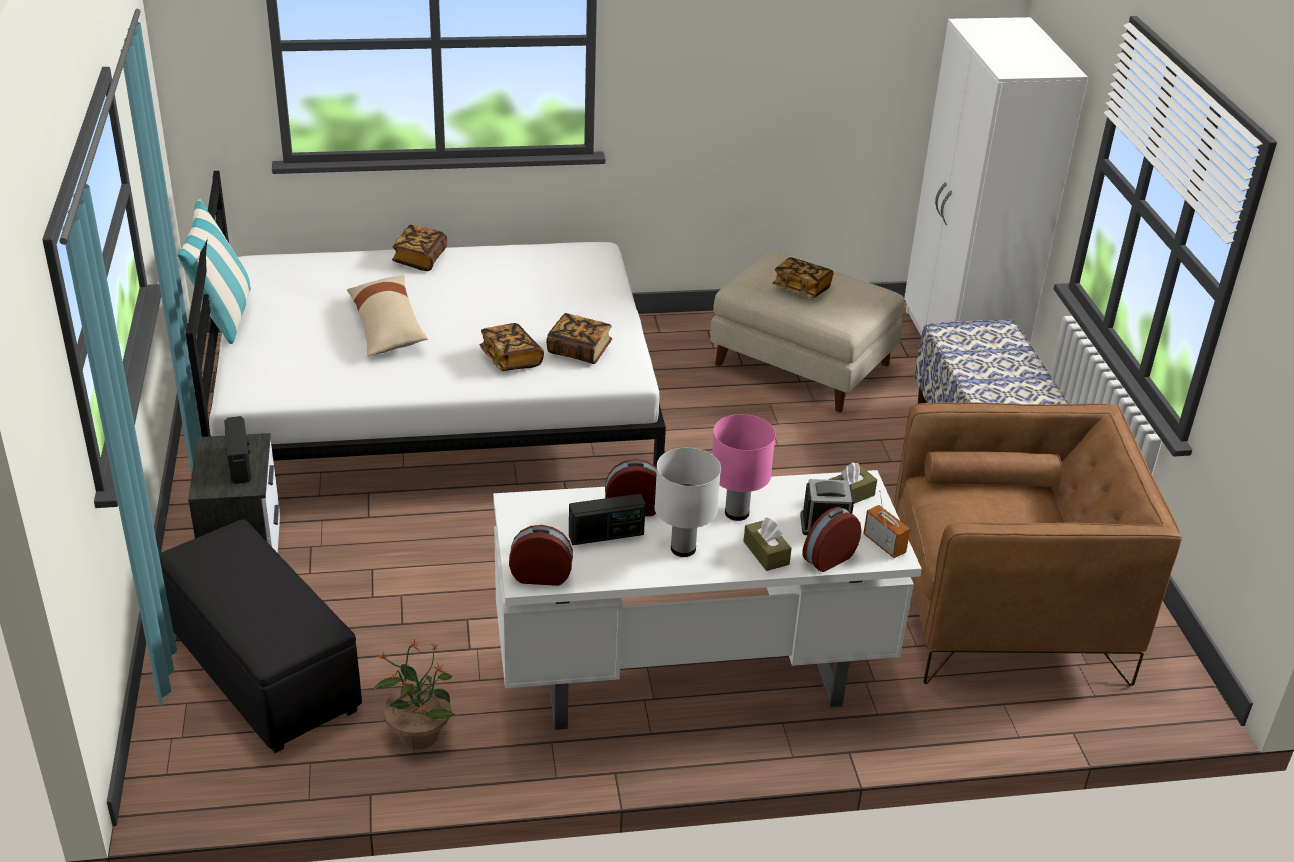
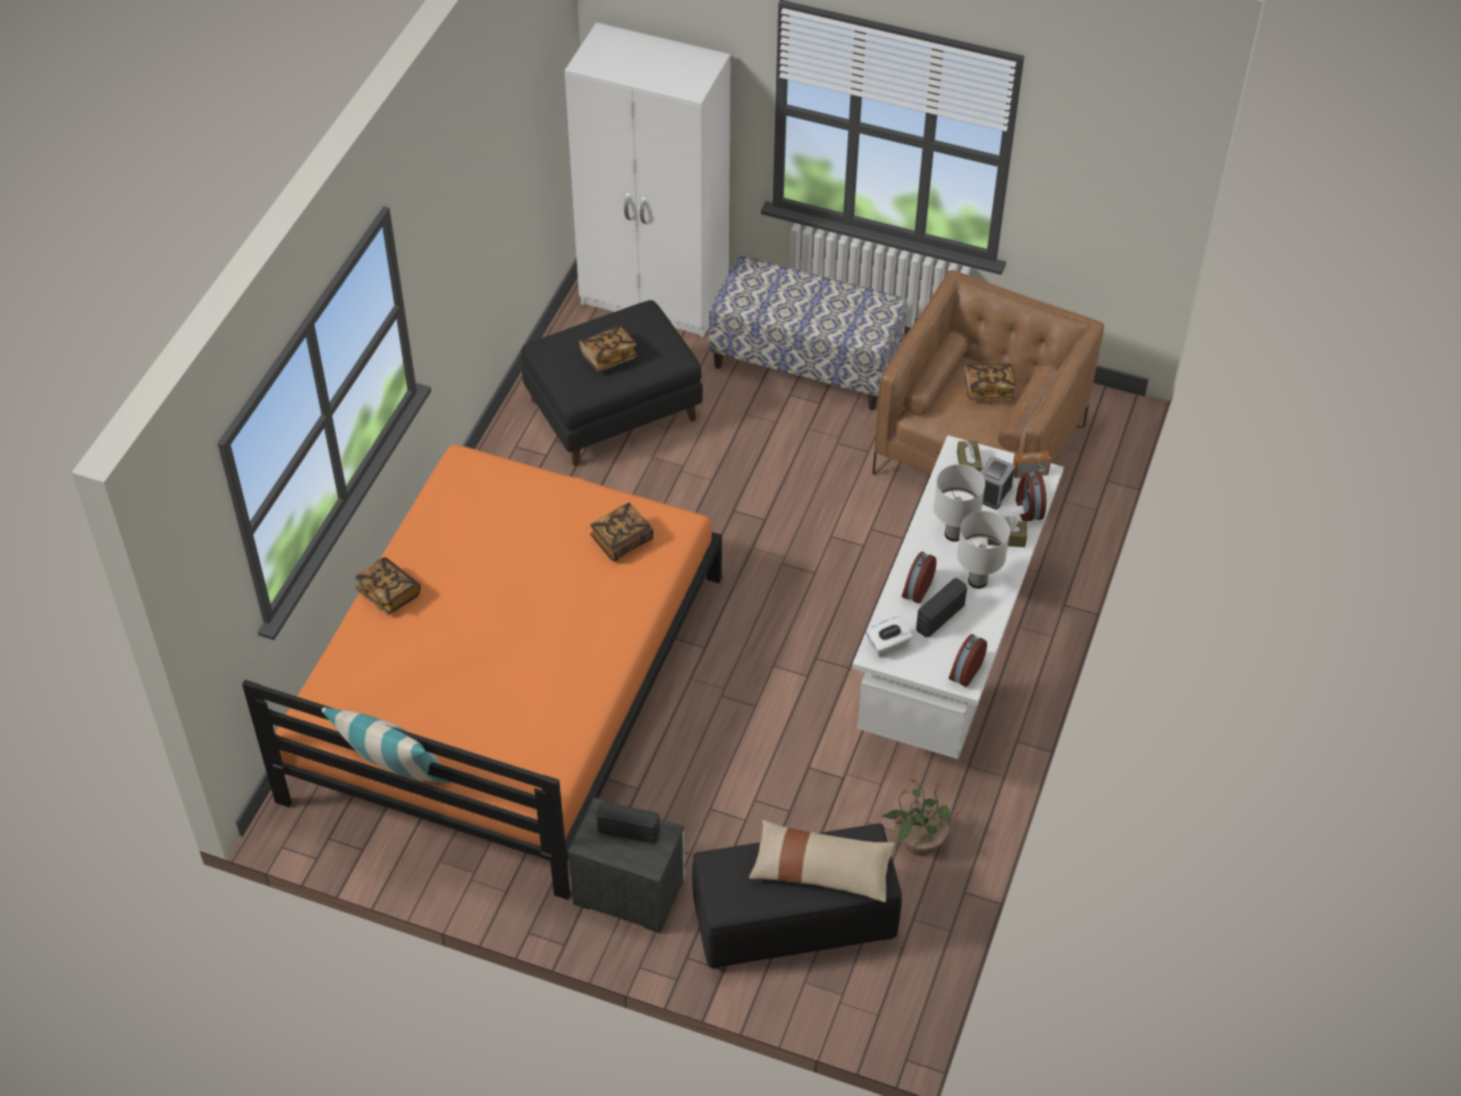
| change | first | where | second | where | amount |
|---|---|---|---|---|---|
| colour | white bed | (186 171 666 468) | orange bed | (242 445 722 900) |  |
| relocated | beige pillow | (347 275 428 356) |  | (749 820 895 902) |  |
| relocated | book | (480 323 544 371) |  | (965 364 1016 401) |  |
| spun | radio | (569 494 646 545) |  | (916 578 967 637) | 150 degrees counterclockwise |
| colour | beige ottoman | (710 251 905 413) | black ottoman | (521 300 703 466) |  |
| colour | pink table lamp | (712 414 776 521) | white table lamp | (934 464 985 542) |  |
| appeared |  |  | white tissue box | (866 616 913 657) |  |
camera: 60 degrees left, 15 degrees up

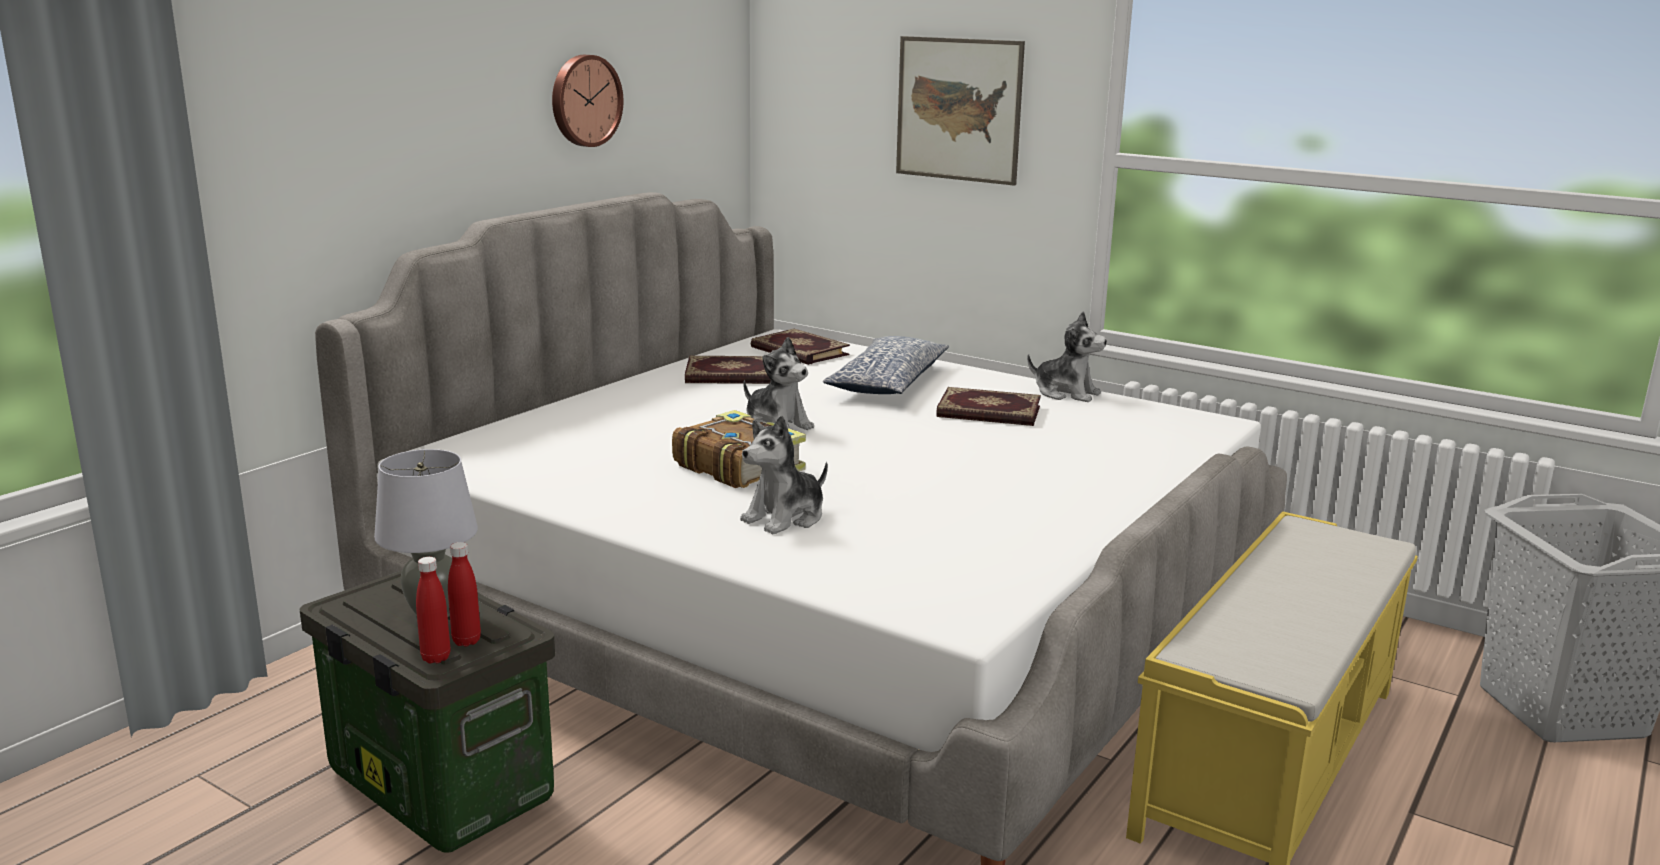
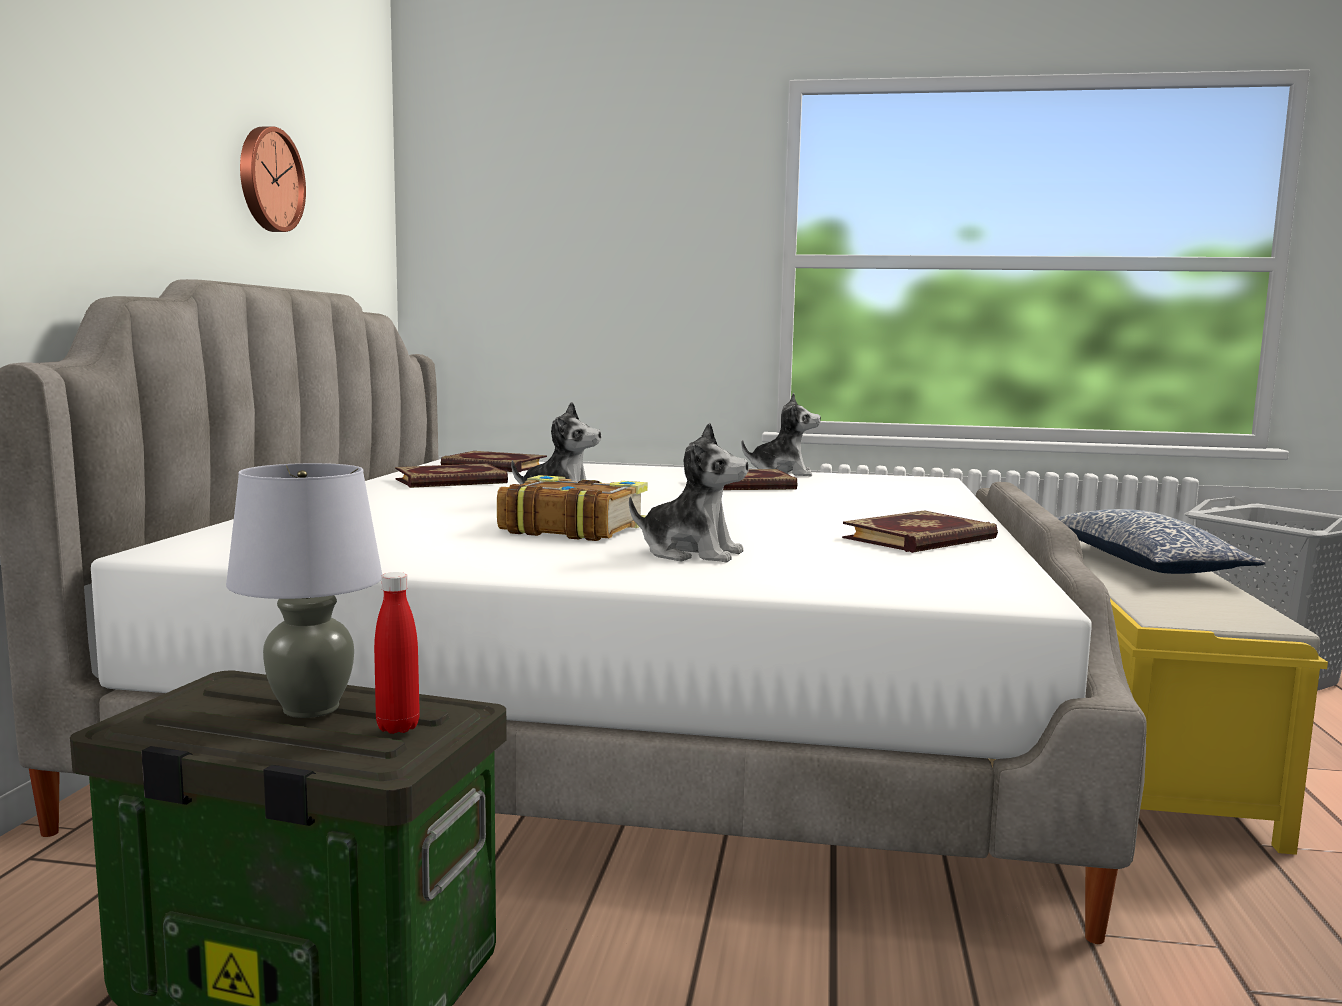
| change | first | where | second | where | amount |
|---|---|---|---|---|---|
| missing | red bottle | (416 557 450 664) |  |  |  |
| spun | plush toy | (740 416 828 535) |  | (629 422 749 563) | 90 degrees counterclockwise |
| relocated | pillow | (823 336 949 394) |  | (1056 509 1265 574) |  |
| missing | picture | (896 36 1025 186) |  |  |  |
| appeared |  |  | book | (842 510 998 553) |  |
camera: 25 degrees left, 10 degrees down

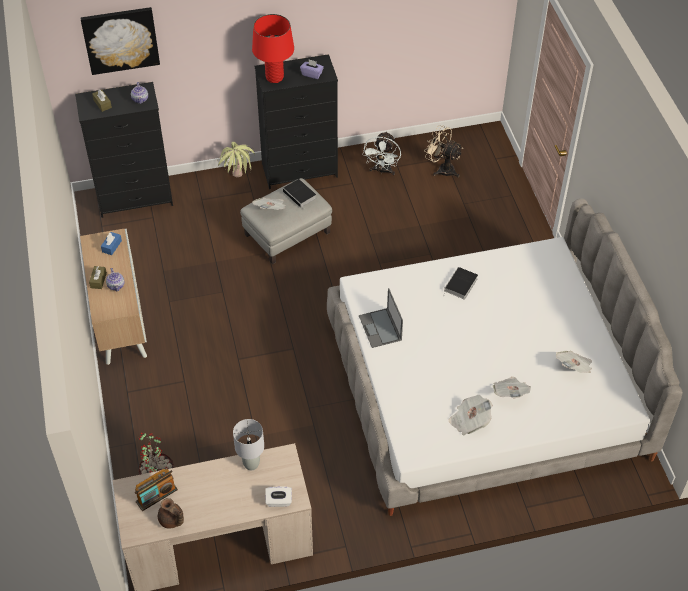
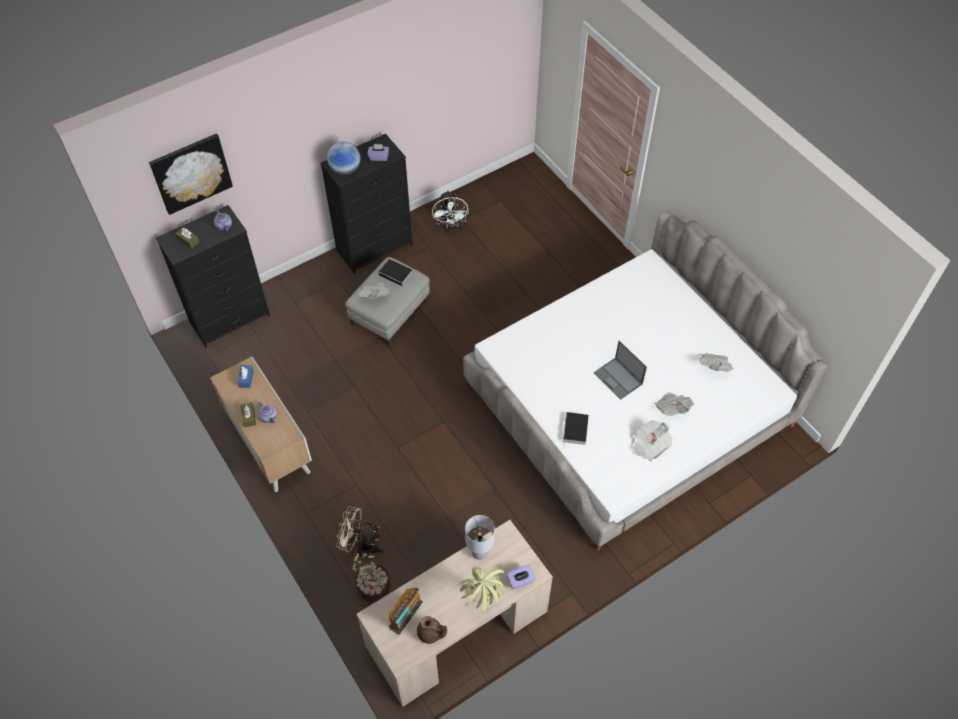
| change | first | where | second | where | amount |
|---|---|---|---|---|---|
| relocated | potted plant | (217 142 255 177) |  | (459 565 504 613) |  |
| exchanged | red table lamp | (252 14 294 83) | globe | (327 142 360 175) |  |
| colour | white tissue box | (265 487 292 507) | purple tissue box | (507 565 536 589) |  |
| relocated | laptop | (359 288 403 348) |  | (594 340 647 400) |  |
| relocated | beige fan | (424 125 463 178) |  | (336 506 383 560) |  |
| relocated | book | (443 267 478 300) |  | (563 412 589 448) |  |
camera: 20 degrees left, 5 degrees up

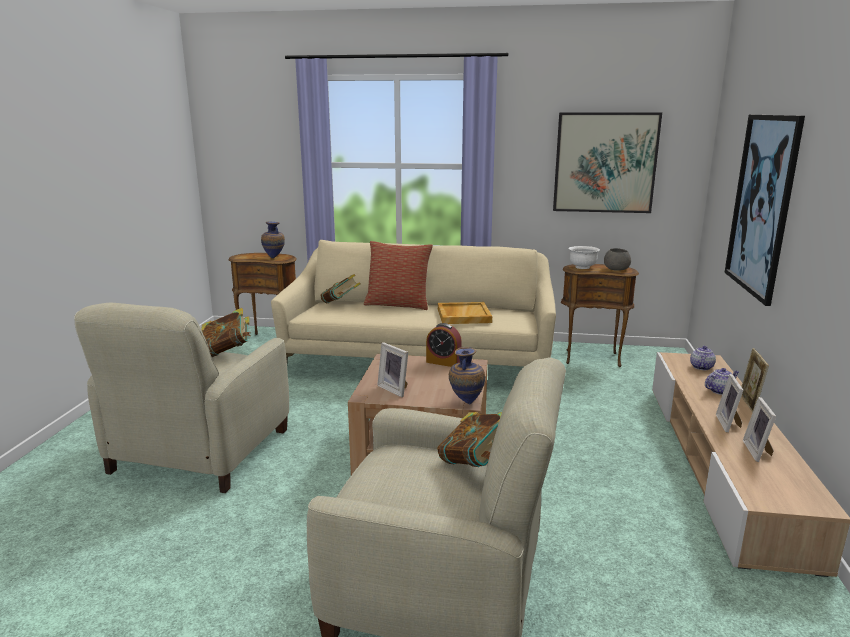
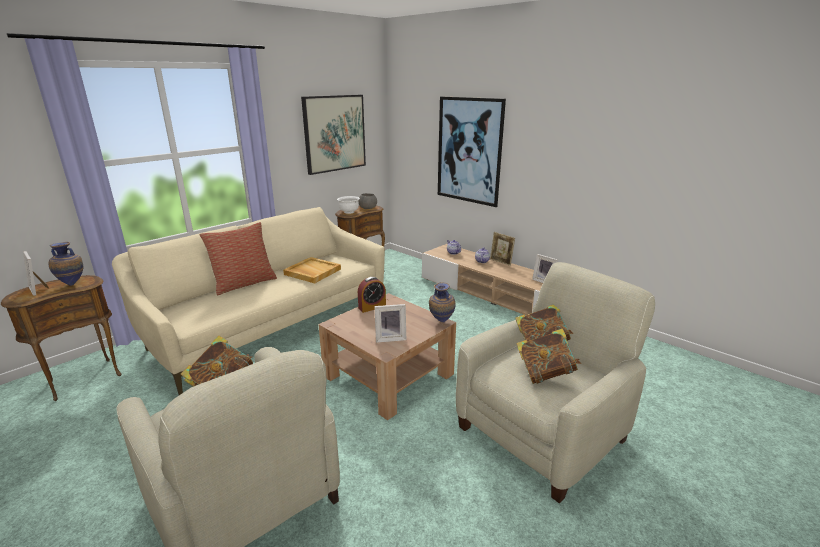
| change | first | where | second | where | amount |
|---|---|---|---|---|---|
| relocated | book | (320 274 361 304) |  | (516 328 581 384) |  |
| relocated | picture frame | (716 374 743 433) |  | (23 251 49 296) |  |
camera: 55 degrees left, 5 degrees up

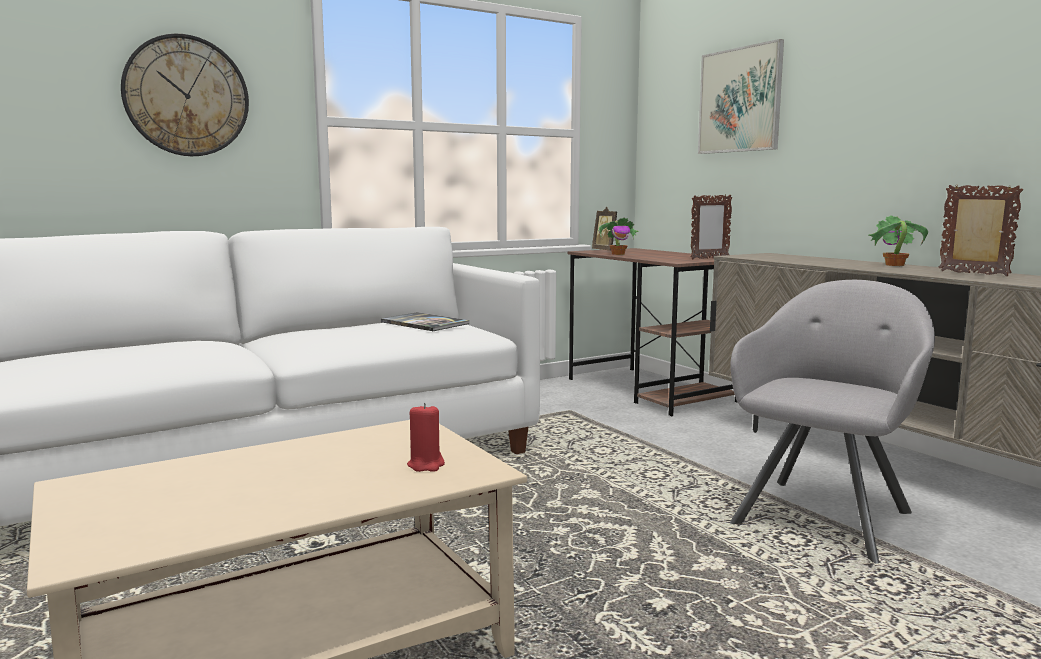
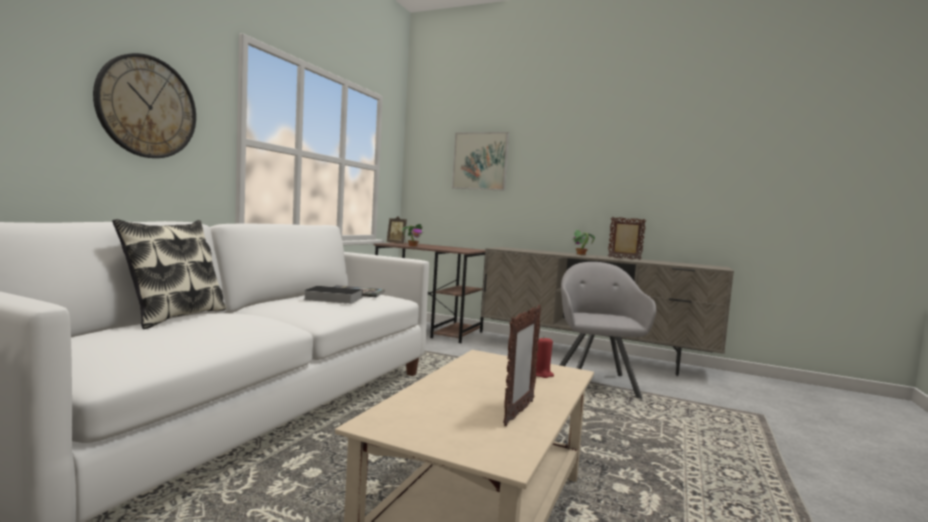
| change | first | where | second | where | amount |
|---|---|---|---|---|---|
| relocated | picture frame | (690 194 733 259) |  | (503 305 541 426) |  |
| appeared |  |  | pillow | (112 219 226 329) |  |
| appeared |  |  | book | (303 286 363 304) |  |
camera: 35 degrees left, 5 degrees down

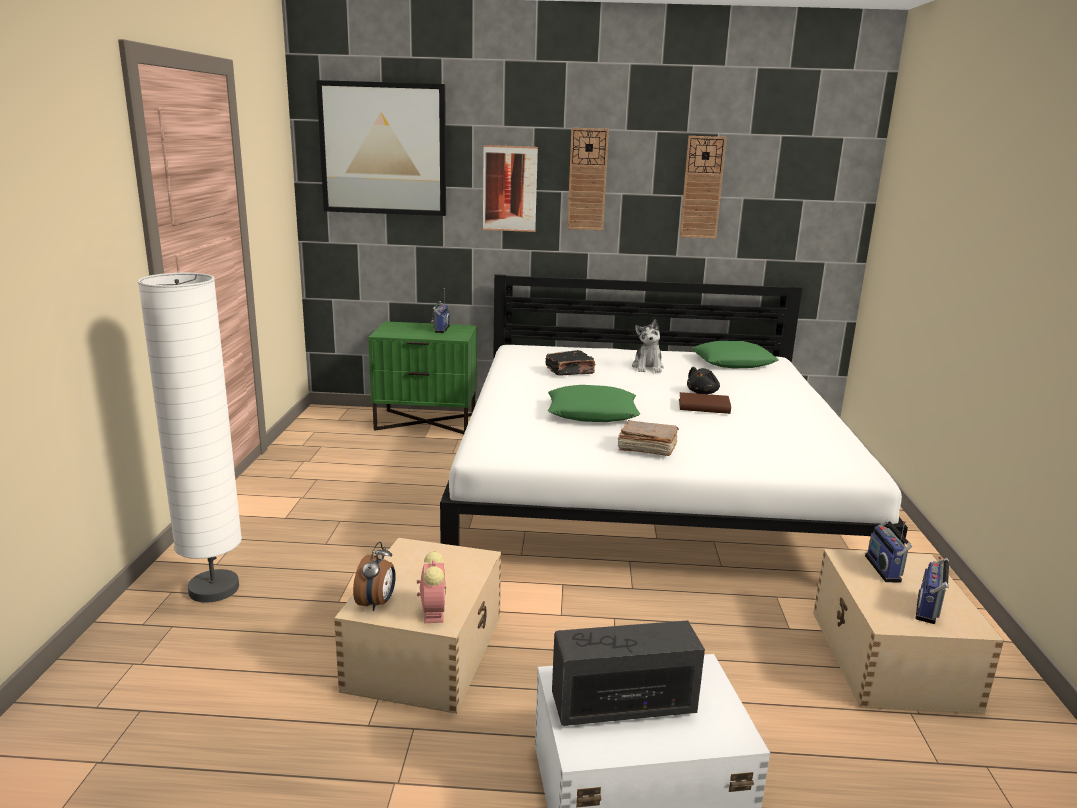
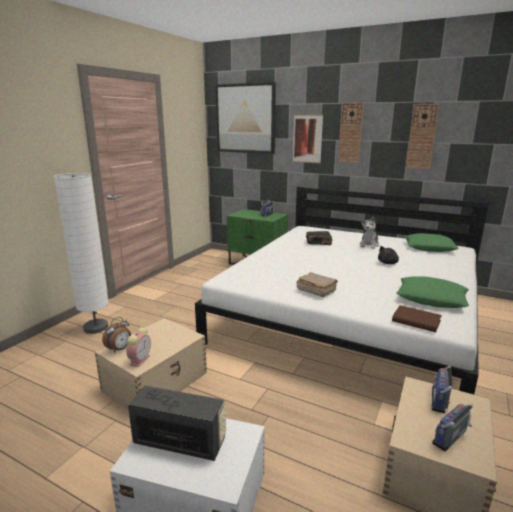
| change | first | where | second | where | amount |
|---|---|---|---|---|---|
| relocated | green pillow | (548 385 640 422) |  | (396 276 469 308) |  |
| relocated | brown book | (679 392 731 414) |  | (392 305 442 332) |  |
camera: 25 degrees right, 0 degrees up

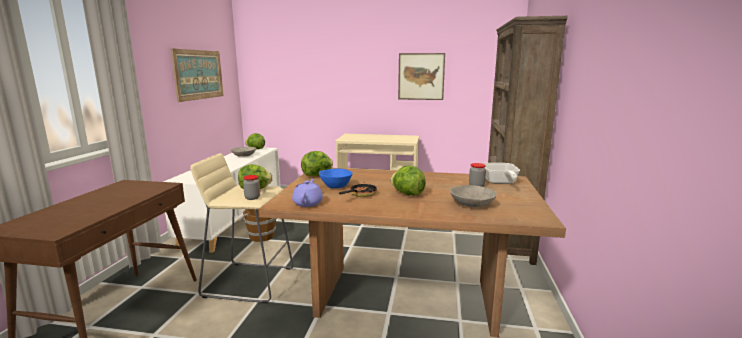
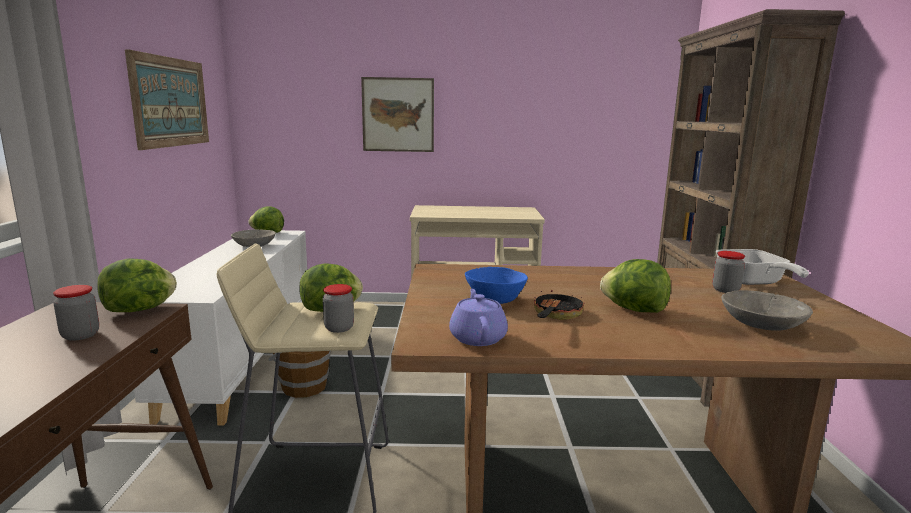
| change | first | where | second | where | amount |
|---|---|---|---|---|---|
| relocated | lettuce | (301 151 333 176) |  | (97 258 177 312) |  |
| relocated | picture | (398 53 445 100) |  | (361 77 434 152) |  |
| appeared |  |  | jar | (53 285 99 341) |  |
camera: 10 degrees left, 0 degrees up

